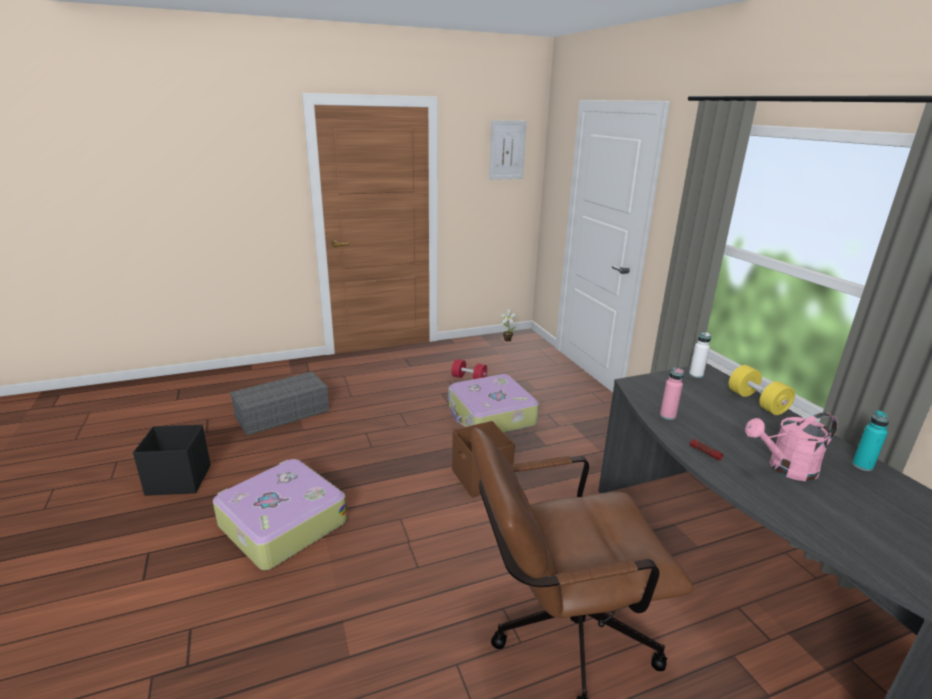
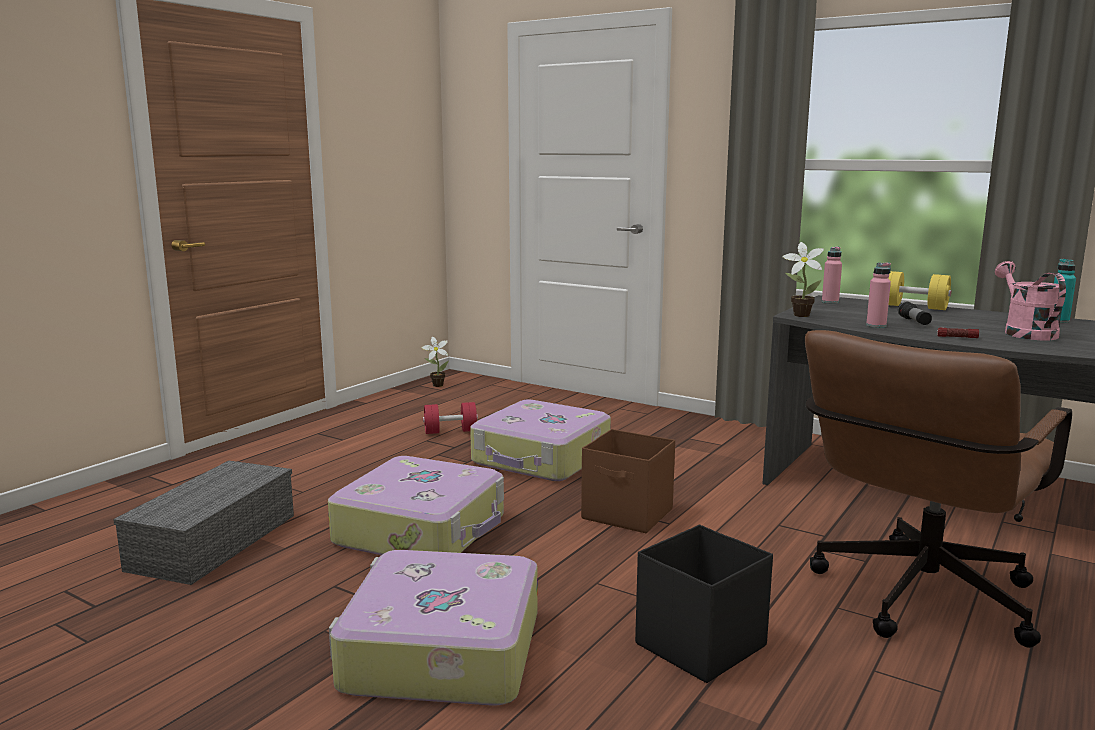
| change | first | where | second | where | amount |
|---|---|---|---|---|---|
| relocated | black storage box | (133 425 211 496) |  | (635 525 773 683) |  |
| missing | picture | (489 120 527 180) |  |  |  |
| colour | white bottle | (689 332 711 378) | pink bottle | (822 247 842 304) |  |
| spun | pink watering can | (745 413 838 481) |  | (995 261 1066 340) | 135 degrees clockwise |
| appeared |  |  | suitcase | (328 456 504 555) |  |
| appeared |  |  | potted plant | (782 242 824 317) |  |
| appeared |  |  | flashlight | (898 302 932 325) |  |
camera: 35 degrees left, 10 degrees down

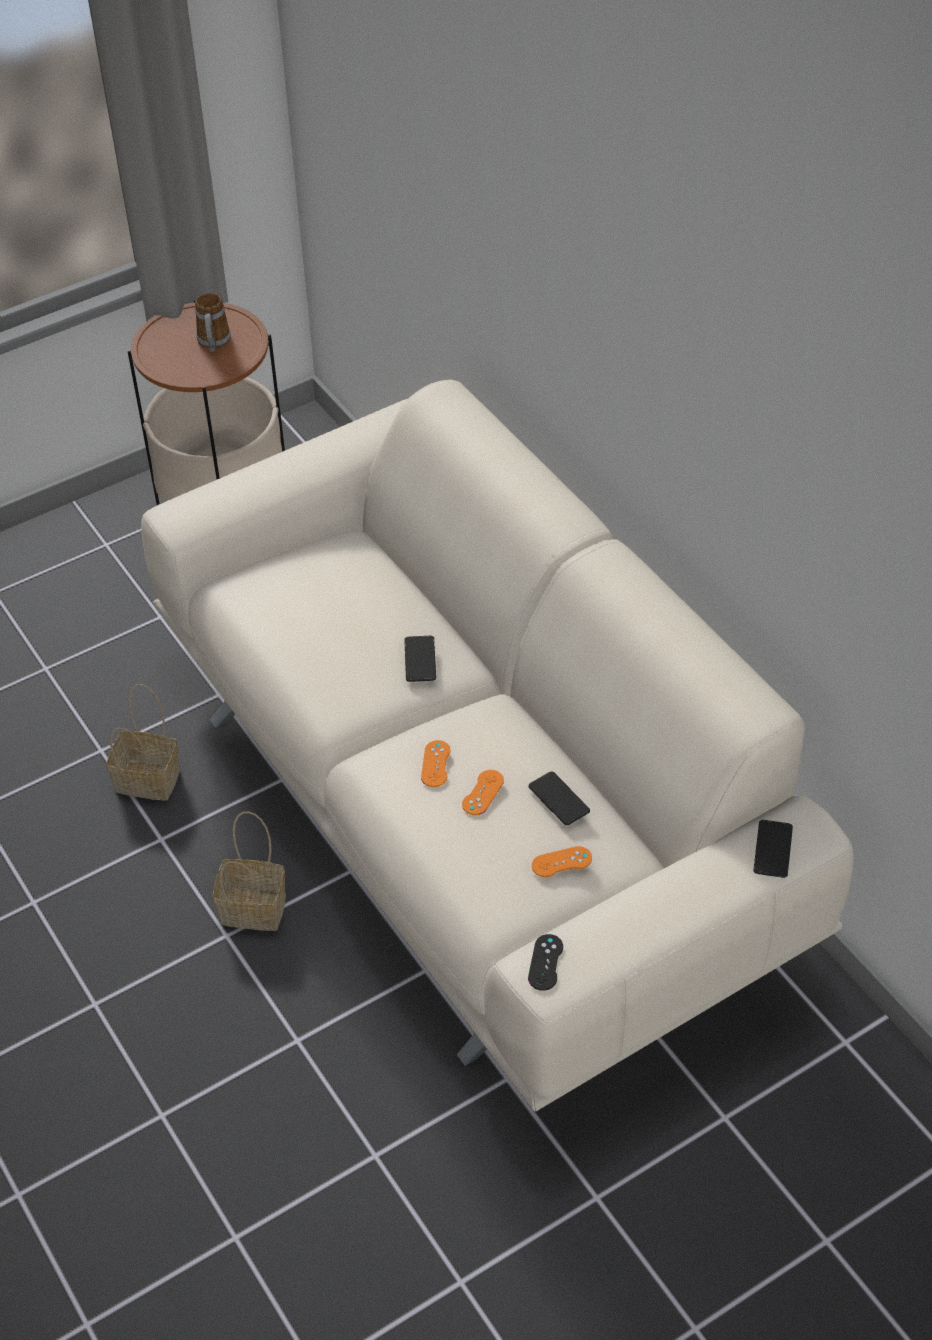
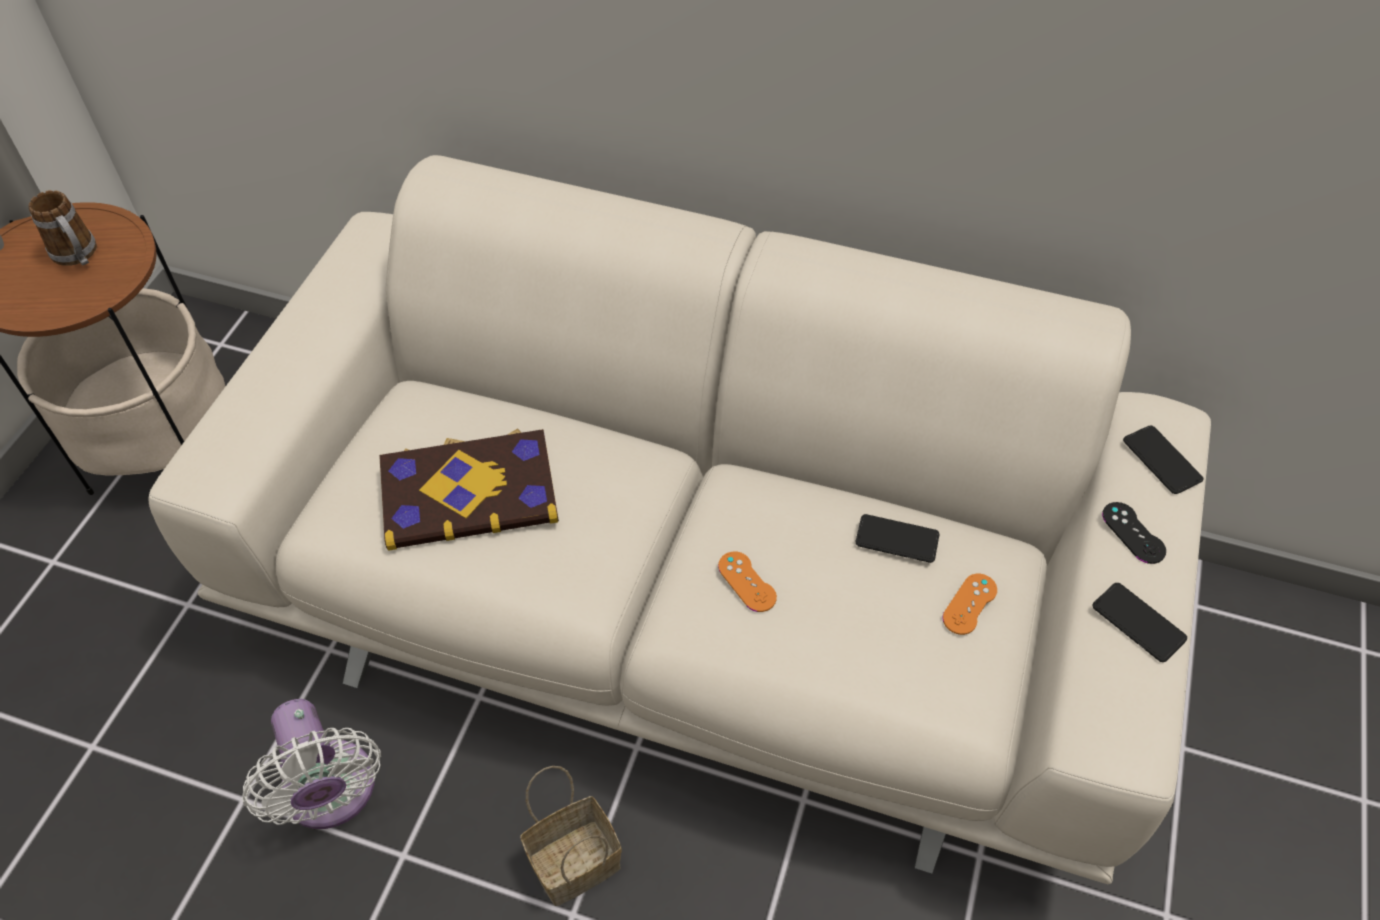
| change | first | where | second | where | amount |
|---|---|---|---|---|---|
| exchanged | basket | (106 684 180 801) | white fan | (242 699 381 829) |  |
| relocated | phone | (404 636 436 682) |  | (1092 583 1187 662) |  |
| missing | orange game controller | (462 770 504 815) |  |  |  |
| relocated | black game controller | (528 934 563 991) |  | (1102 502 1166 564) |  |
| appeared |  |  | book | (379 428 559 551) |  |
camera: 40 degrees left, 5 degrees up

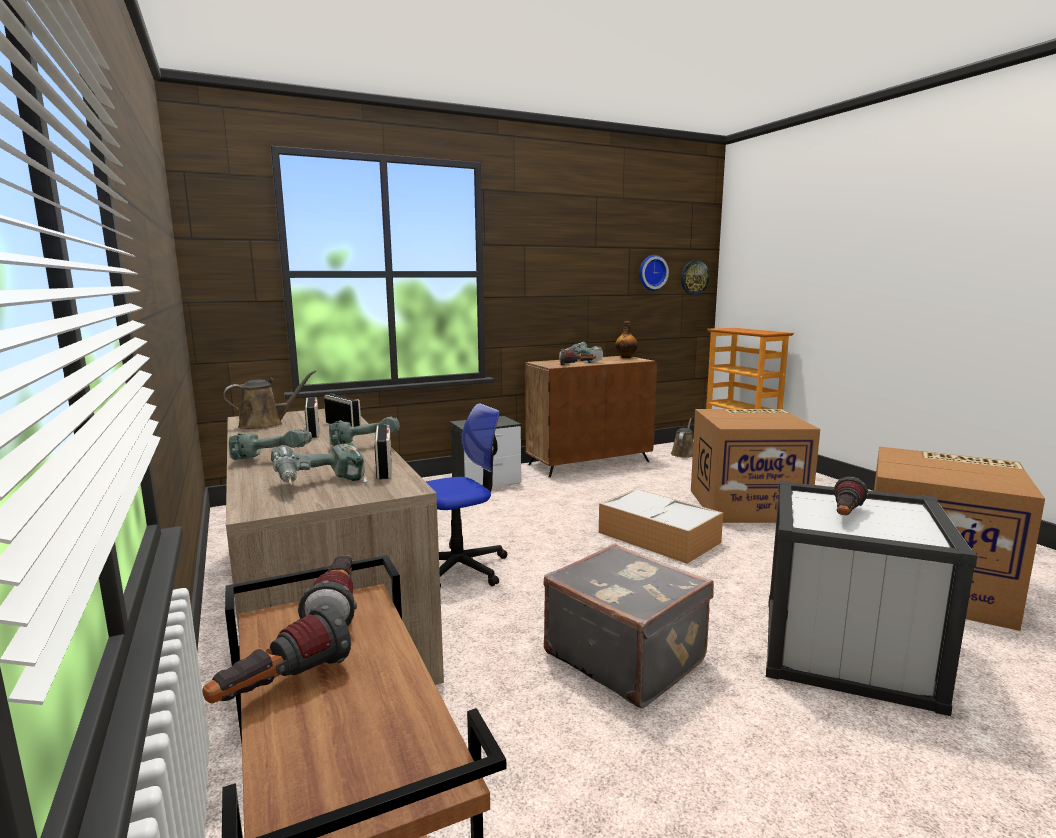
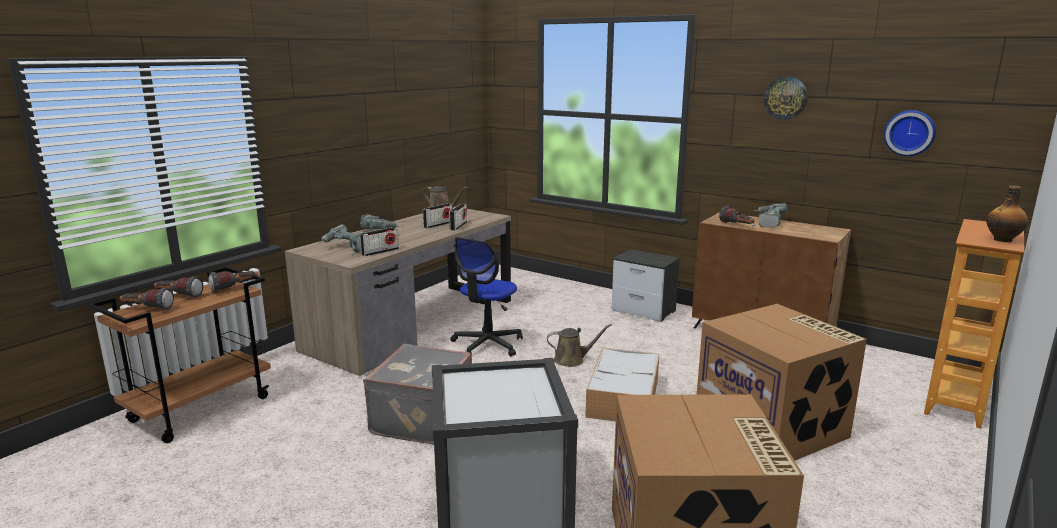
| change | first | where | second | where | amount |
|---|---|---|---|---|---|
| missing | power drill | (329 417 400 446) |  |  |  |
| spun | office chair | (426 404 507 588) |  | (450 237 523 356) | 90 degrees clockwise |
| relocated | bottle | (615 321 638 358) |  | (986 185 1028 242) |  |
| relocated | brown watering can | (671 418 693 458) |  | (547 324 612 367) |  |
| relocated | wall clock | (681 260 709 295) |  | (764 76 808 120) |  |
| relocated | flashlight | (833 477 869 515) |  | (119 288 174 310) |  |
camera: 60 degrees right, 5 degrees up

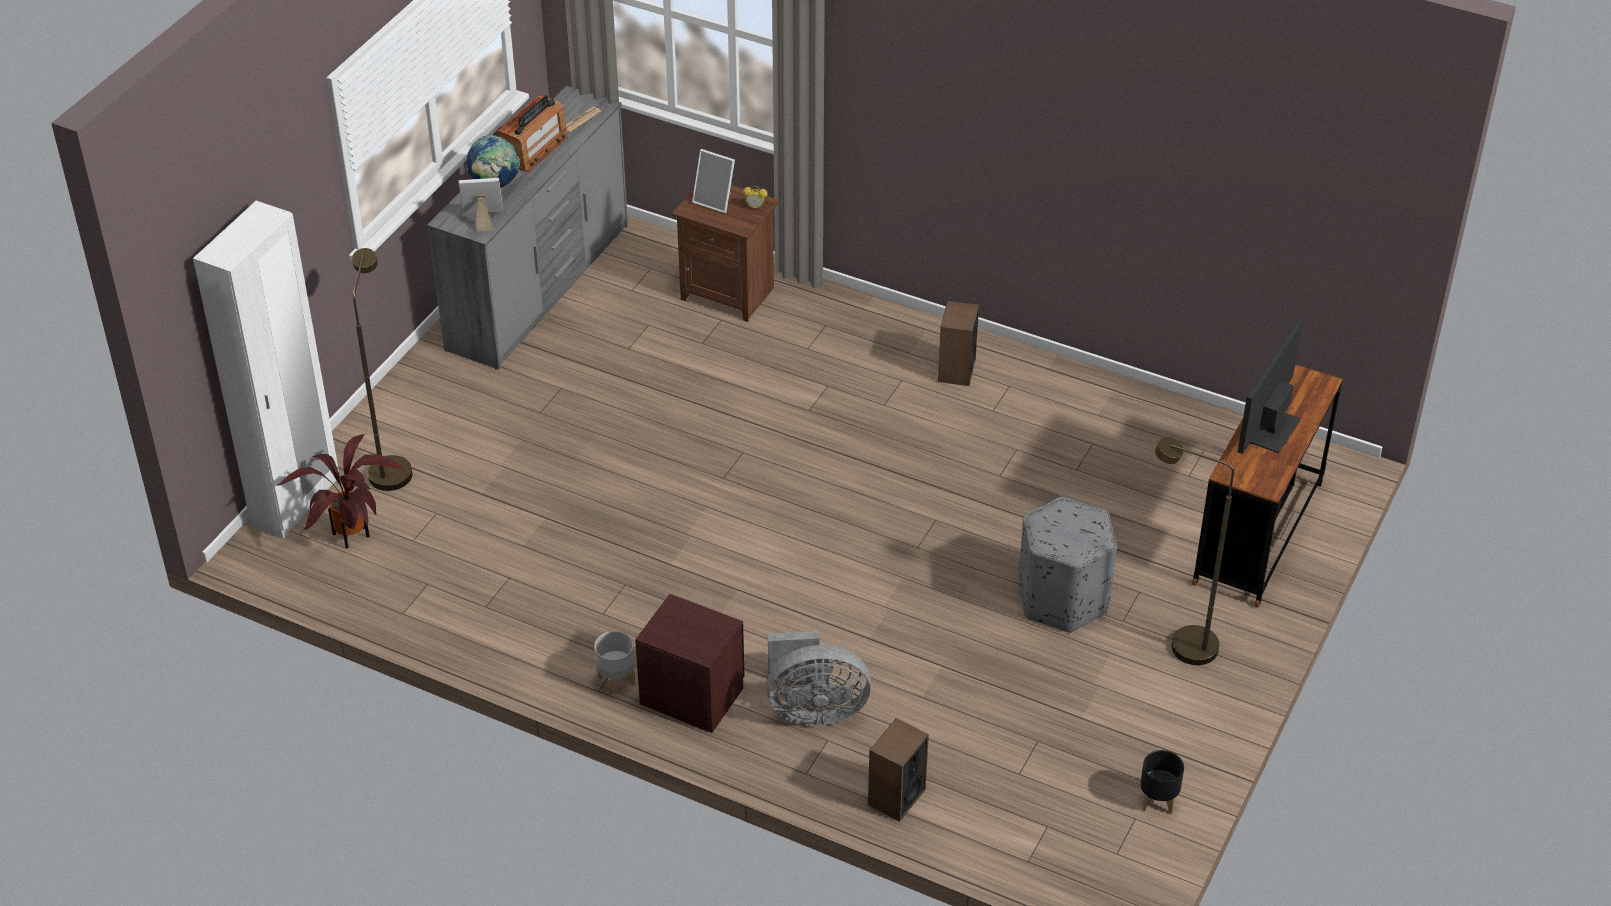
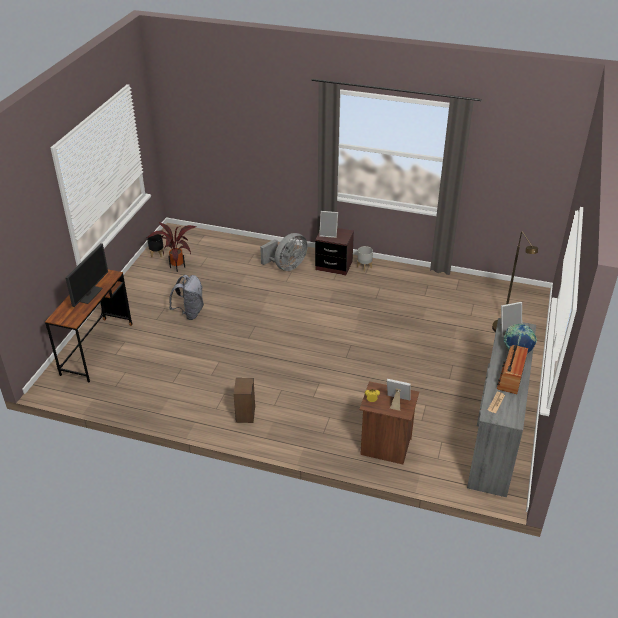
| change | first | where | second | where | amount |
|---|---|---|---|---|---|
| missing | white wardrobe | (193 201 339 539) |  |  |  |
| relocated | potted plant | (276 434 405 549) |  | (146 222 196 272) |  |
| spun | grey fan | (766 631 871 726) |  | (260 233 308 271) | 150 degrees clockwise |
| missing | speaker | (868 718 929 821) |  |  |  |
| exchanged | grey ottoman | (1018 497 1117 633) | grey backpack | (169 275 204 320) |  |
| missing | brown floor lamp | (1155 437 1234 665) |  |  |  |
| appeared |  |  | picture frame | (319 211 338 238) |  |
camera: 170 degrees right, 5 degrees down

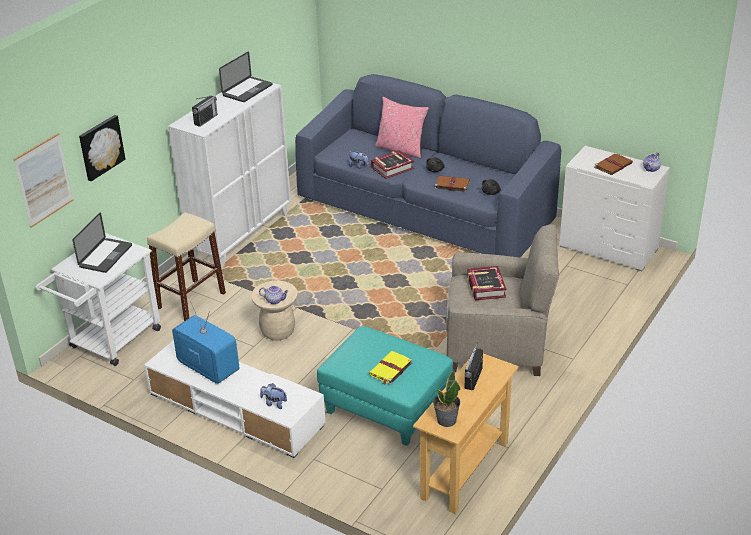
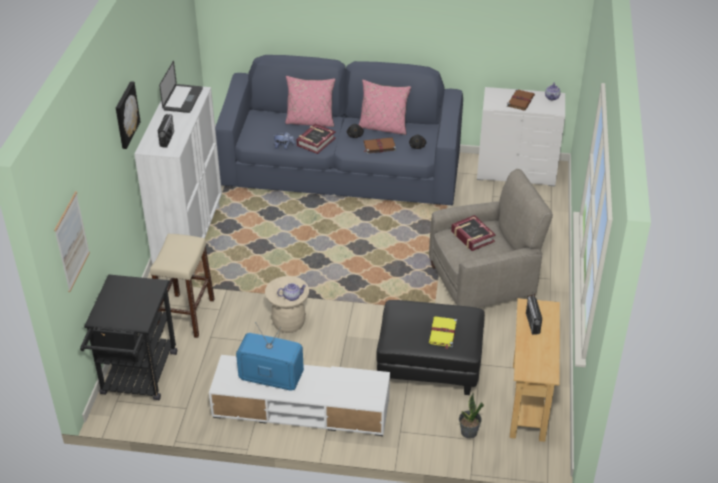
| change | first | where | second | where | amount |
|---|---|---|---|---|---|
| colour | white cart | (35 233 161 366) | black cart | (80 274 177 401) |  |
| missing | laptop | (73 212 132 273) |  |  |  |
| relocated | picture | (79 115 125 181) |  | (116 81 141 149) |  |
| missing | plush toy | (260 383 287 409) |  |  |  |
| colour | turquoise ottoman | (317 326 453 446) | black ottoman | (376 300 485 395) |  |
| relocated | potted plant | (433 370 460 427) |  | (459 393 484 439) |  |
| appeared |  |  | pink pillow | (359 80 411 135) |  |
camera: 25 degrees left, 5 degrees up

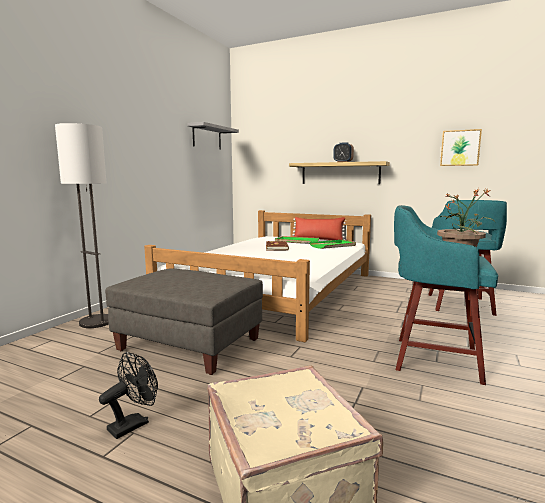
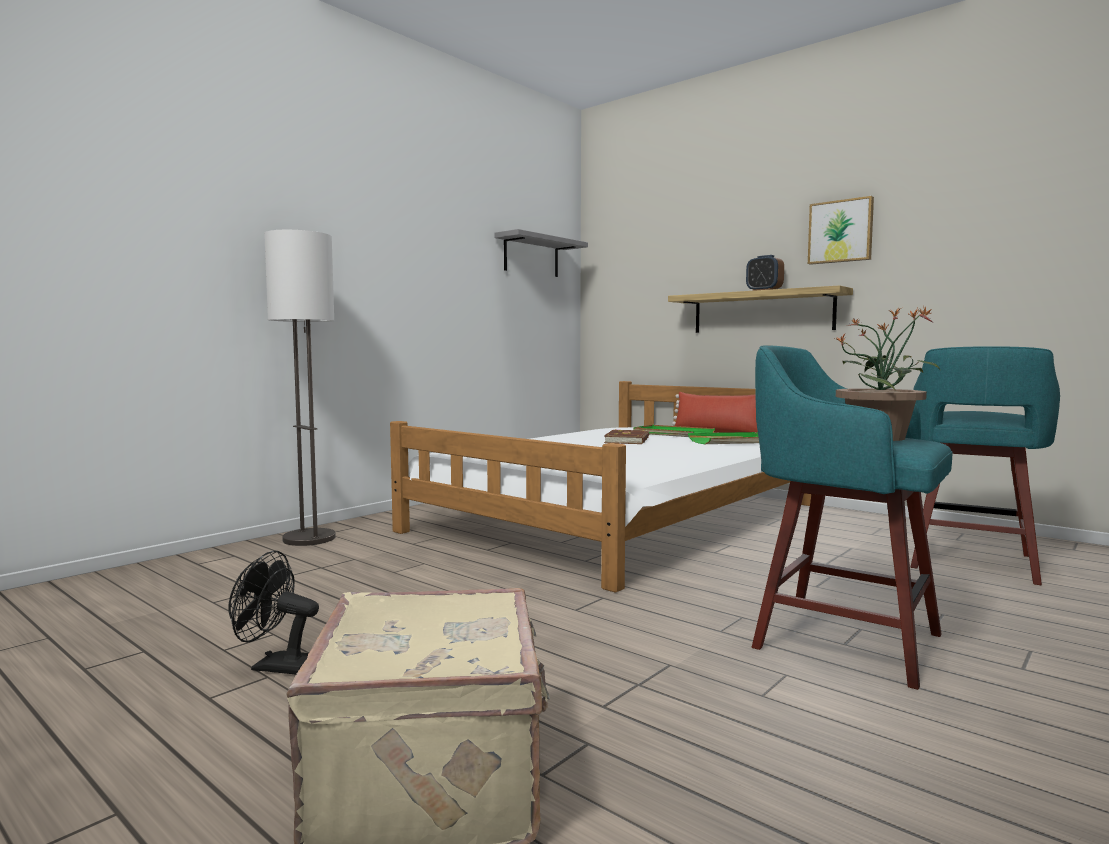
| change | first | where | second | where | amount |
|---|---|---|---|---|---|
| spun | black fan | (99 352 158 439) |  | (228 551 319 675) | 135 degrees counterclockwise |
| missing | grey ottoman | (105 269 263 375) |  |  |  |
| relocated | picture | (440 129 482 166) |  | (808 196 874 265) |  |
camera: 15 degrees right, 5 degrees down

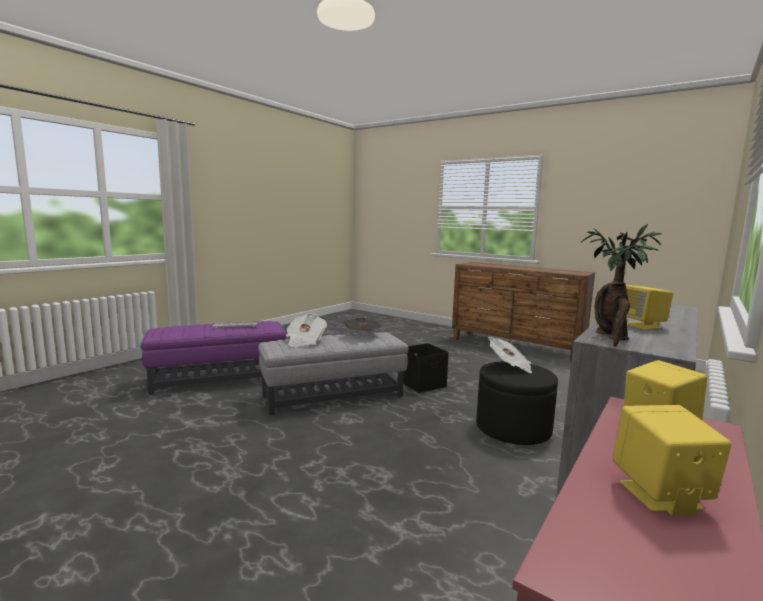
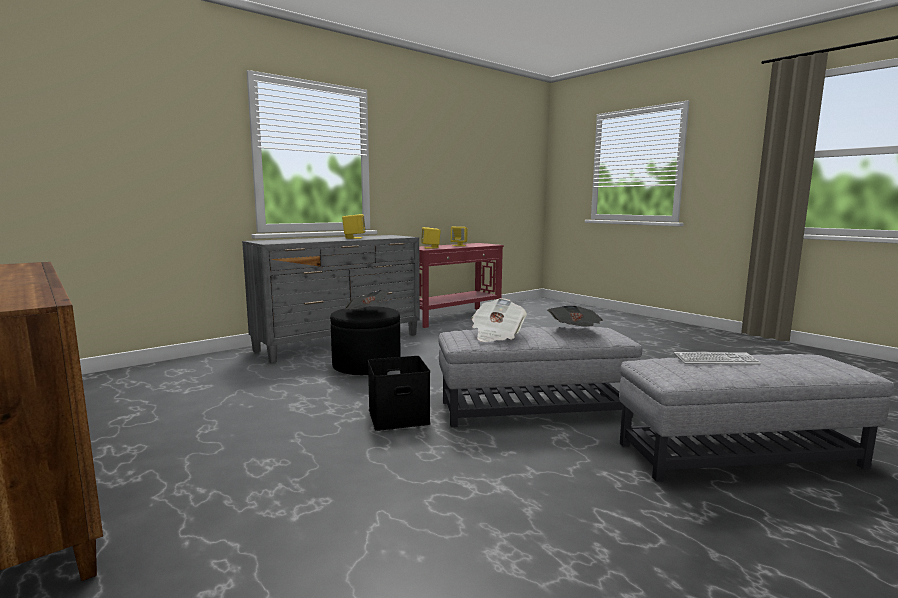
| change | first | where | second | where | amount |
|---|---|---|---|---|---|
| colour | purple ottoman | (141 321 287 395) | grey ottoman | (619 354 894 481) |  |
| missing | potted plant | (580 224 662 347) |  |  |  |
camera: 165 degrees left, 0 degrees up

